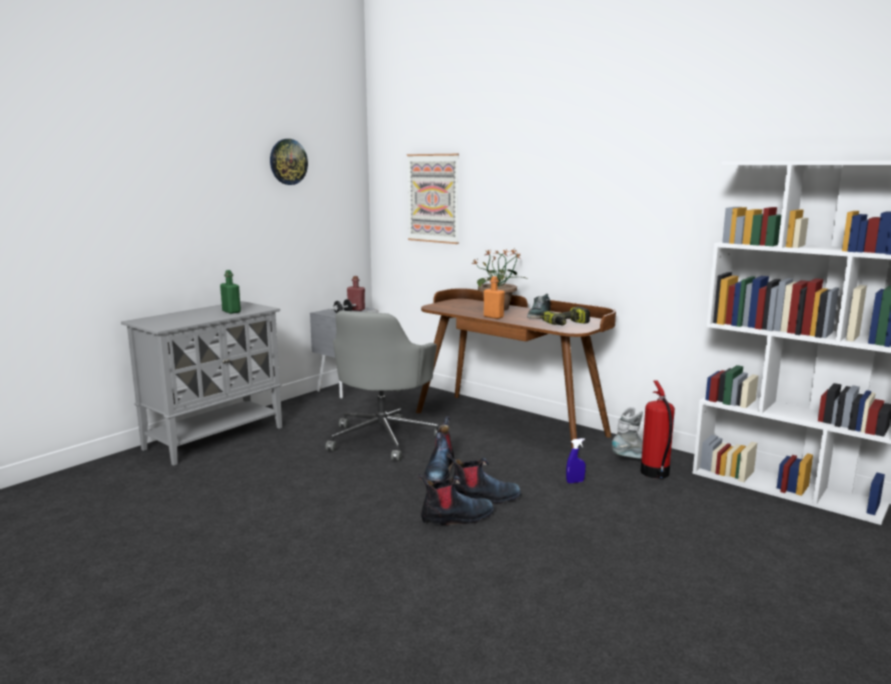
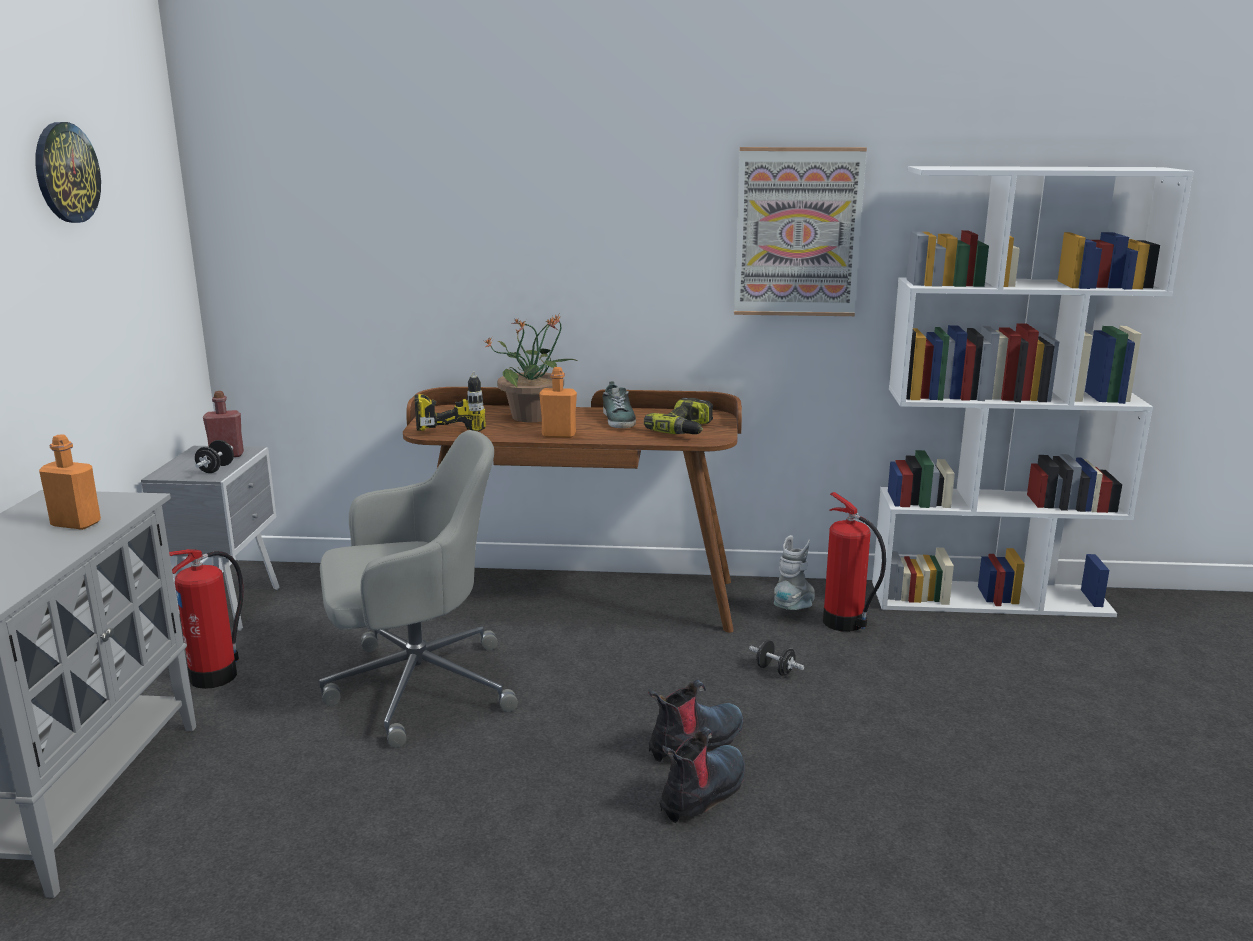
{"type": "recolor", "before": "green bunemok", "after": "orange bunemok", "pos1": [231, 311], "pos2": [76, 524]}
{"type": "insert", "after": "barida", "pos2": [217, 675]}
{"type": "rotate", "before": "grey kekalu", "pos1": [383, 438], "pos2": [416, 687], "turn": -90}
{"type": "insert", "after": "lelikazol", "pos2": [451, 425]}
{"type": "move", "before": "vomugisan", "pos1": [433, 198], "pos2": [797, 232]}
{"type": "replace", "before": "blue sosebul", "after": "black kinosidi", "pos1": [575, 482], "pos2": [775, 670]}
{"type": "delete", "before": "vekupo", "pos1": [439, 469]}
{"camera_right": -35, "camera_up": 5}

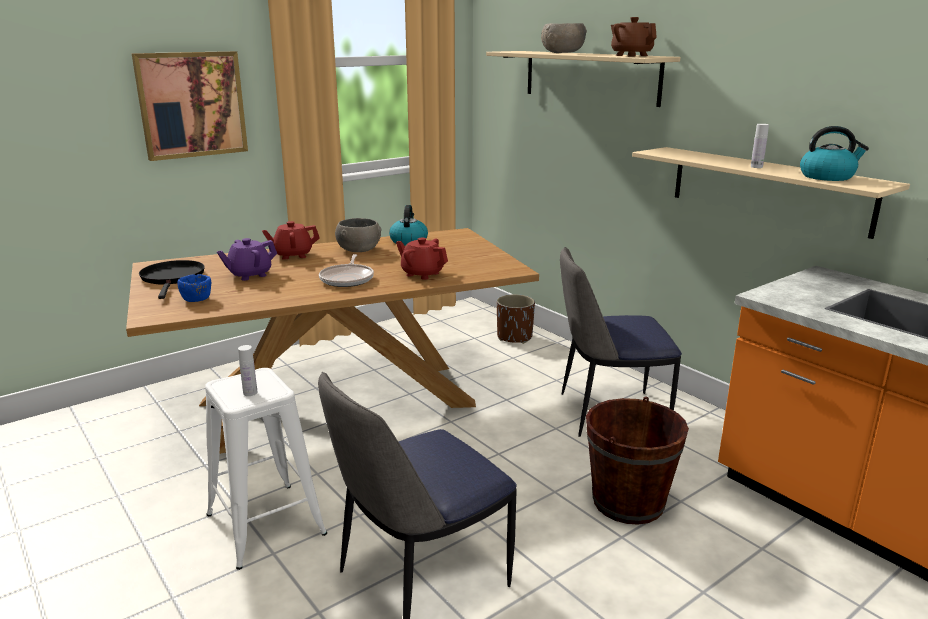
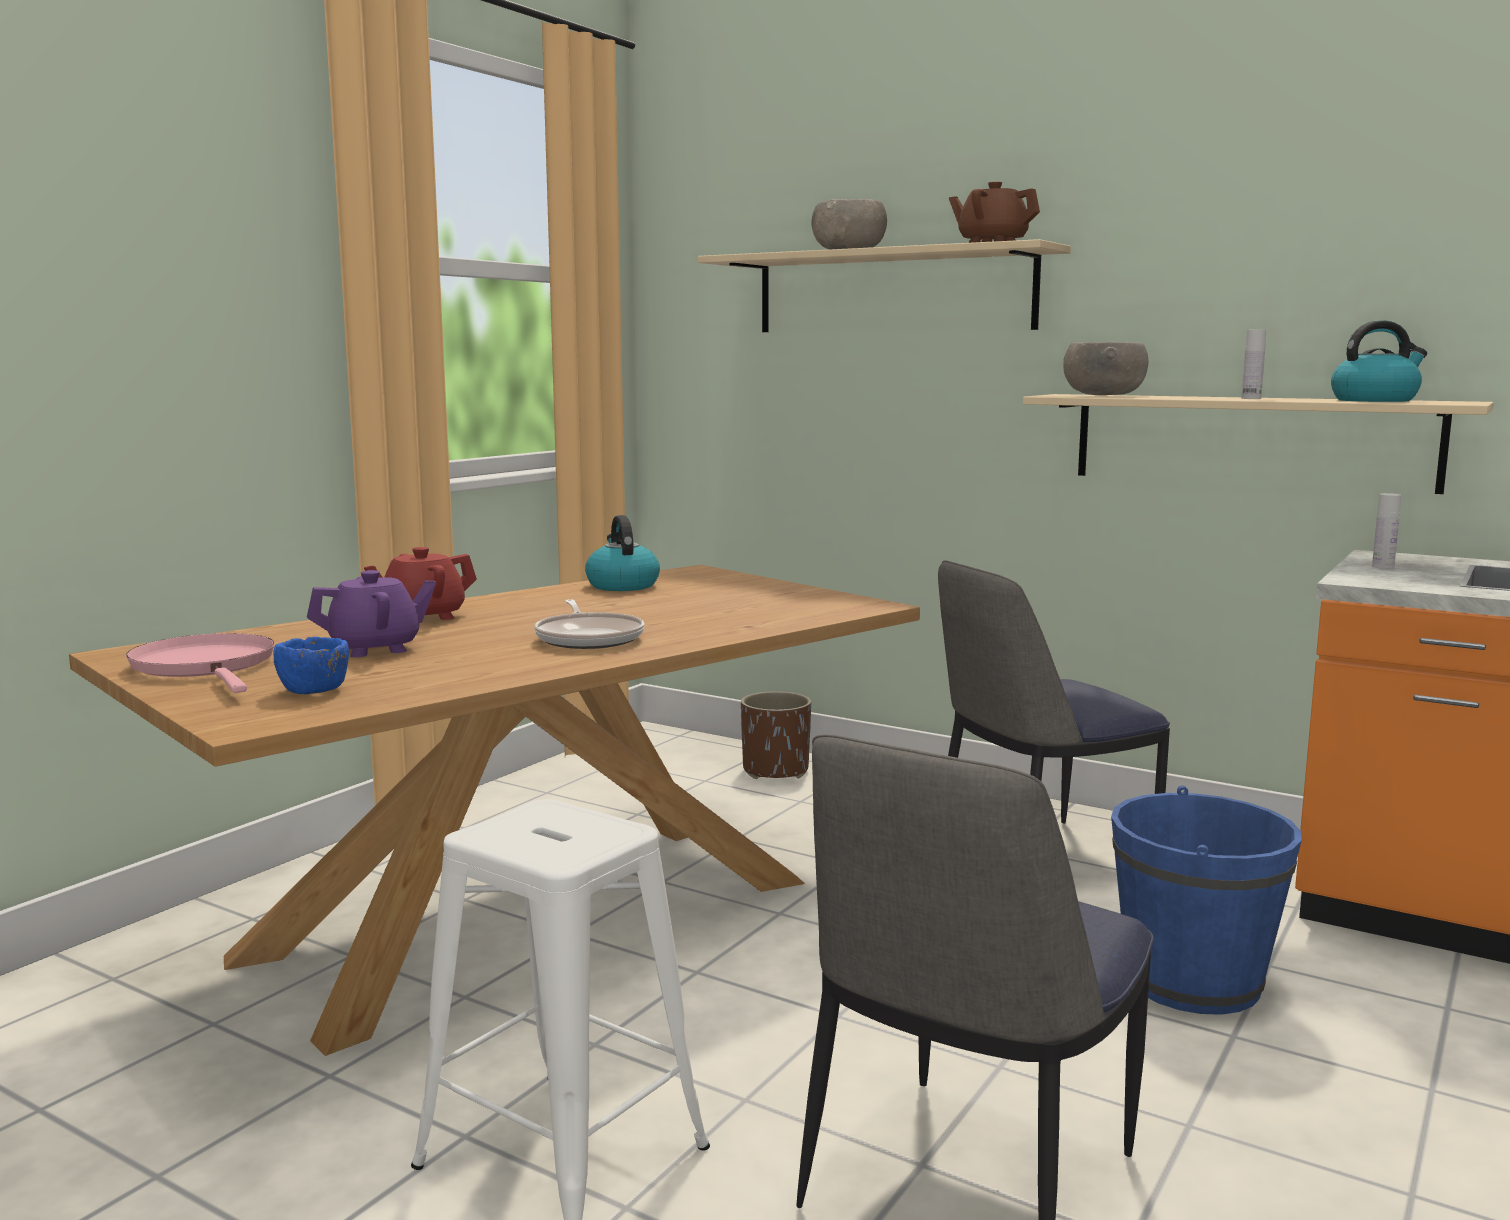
{"type": "recolor", "before": "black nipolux", "after": "pink nipolux", "pos1": [173, 278], "pos2": [206, 666]}
{"type": "rotate", "before": "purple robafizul", "pos1": [249, 275], "pos2": [375, 649], "turn": -150}
{"type": "move", "before": "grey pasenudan", "pos1": [358, 250], "pos2": [1103, 395]}
{"type": "recolor", "before": "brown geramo", "after": "blue geramo", "pos1": [628, 502], "pos2": [1192, 982]}
{"type": "move", "before": "white bunemok", "pos1": [250, 393], "pos2": [1383, 567]}
{"type": "delete", "before": "vomugisan", "pos1": [192, 104]}
{"type": "delete", "before": "red robafizul", "pos1": [422, 274]}
{"camera_right": -20, "camera_up": -10}

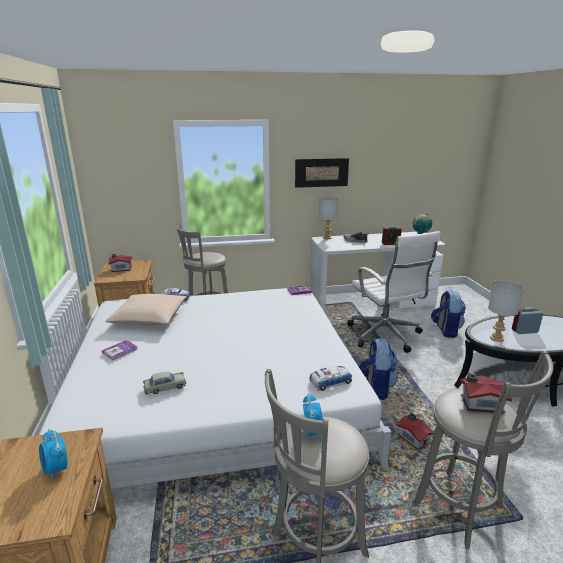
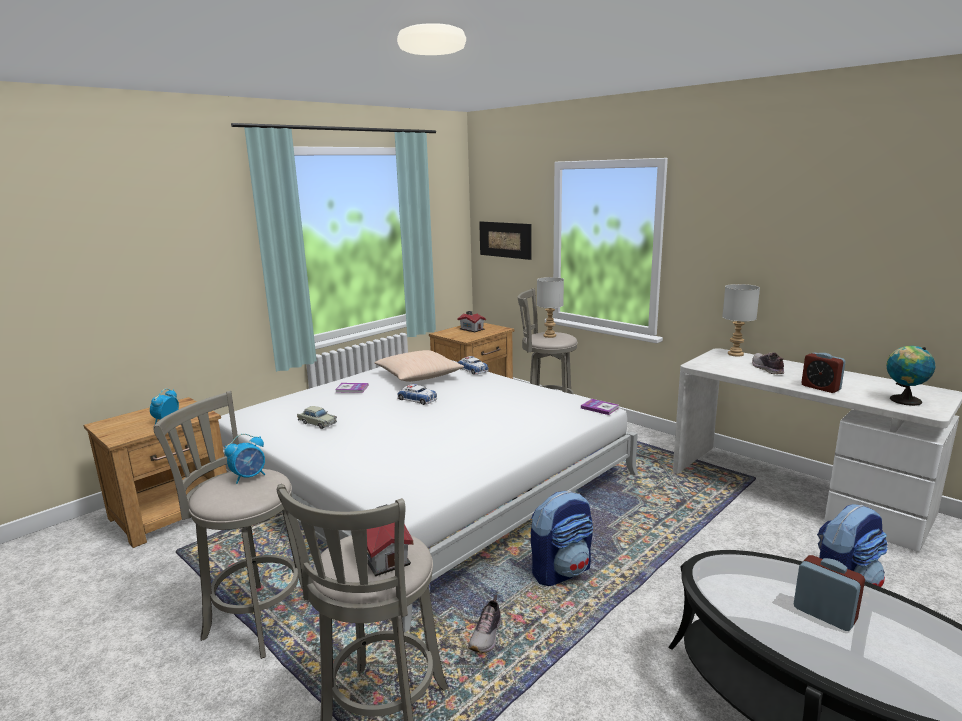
{"type": "move", "before": "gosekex", "pos1": [330, 381], "pos2": [417, 399]}
{"type": "replace", "before": "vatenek", "after": "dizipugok", "pos1": [413, 438], "pos2": [487, 636]}
{"type": "move", "before": "vomugisan", "pos1": [321, 172], "pos2": [505, 240]}
{"type": "move", "before": "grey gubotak", "pos1": [497, 338], "pos2": [550, 336]}
{"type": "delete", "before": "white kekalu", "pos1": [385, 336]}
{"camera_right": 55, "camera_up": -5}

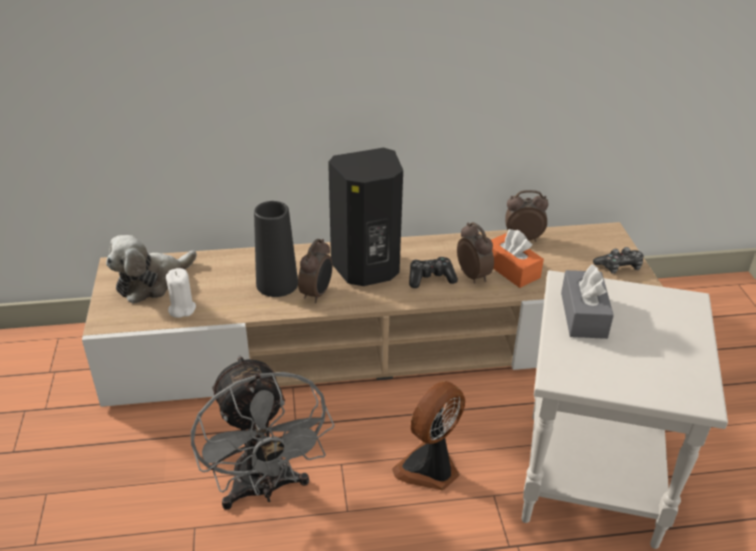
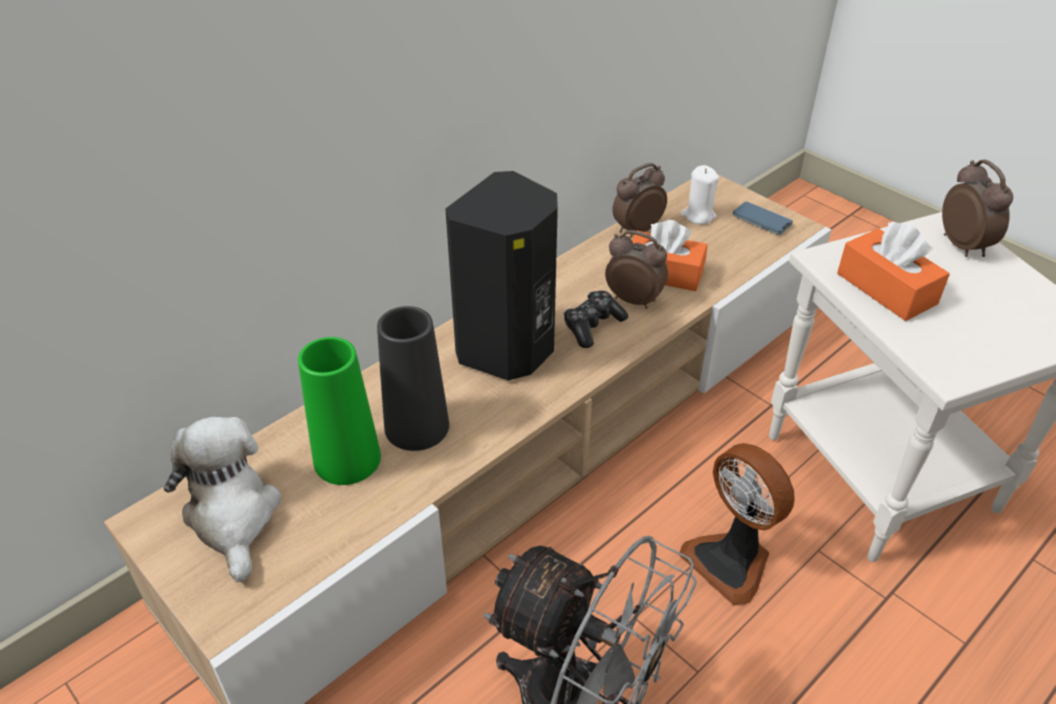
{"type": "rotate", "before": "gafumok", "pos1": [152, 282], "pos2": [232, 516], "turn": 150}
{"type": "insert", "after": "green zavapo", "pos2": [347, 459]}
{"type": "rotate", "before": "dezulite", "pos1": [430, 469], "pos2": [731, 561], "turn": -45}
{"type": "move", "before": "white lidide", "pos1": [182, 309], "pos2": [698, 215]}
{"type": "replace", "before": "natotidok", "after": "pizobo", "pos1": [619, 267], "pos2": [761, 221]}
{"type": "recolor", "before": "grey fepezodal", "after": "orange fepezodal", "pos1": [583, 315], "pos2": [886, 289]}
{"type": "move", "before": "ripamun", "pos1": [317, 293], "pos2": [964, 245]}
{"camera_right": -35, "camera_up": 5}

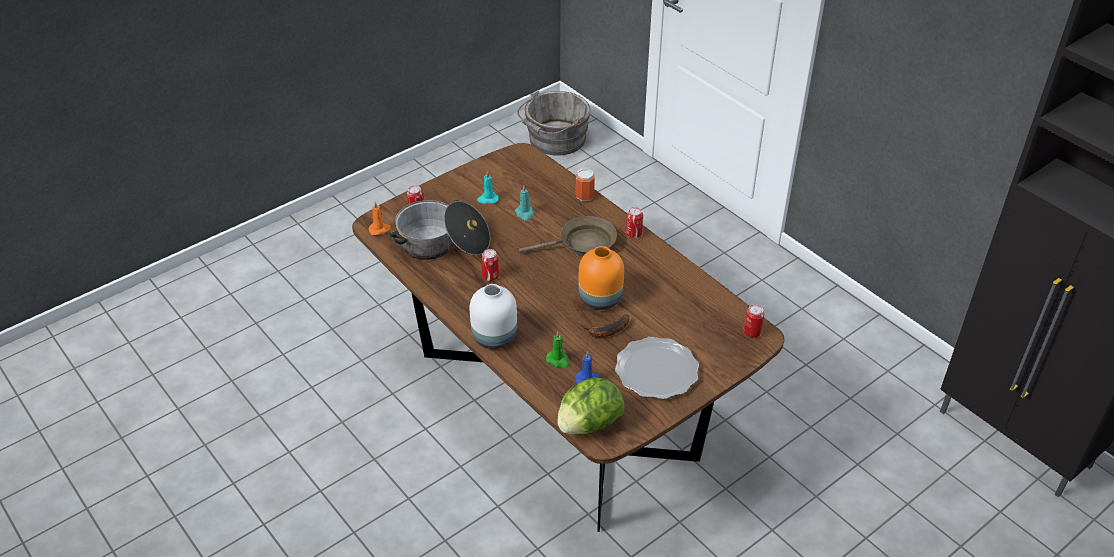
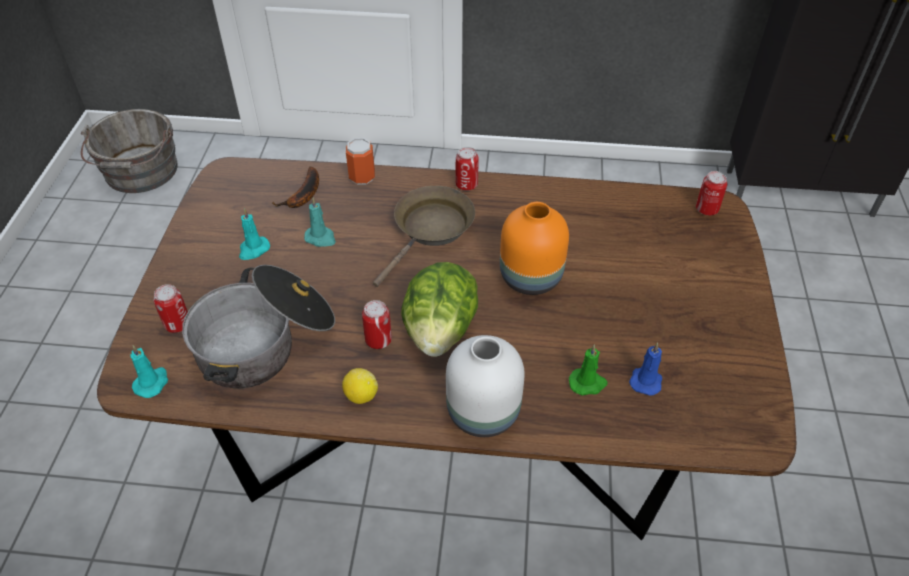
{"type": "recolor", "before": "orange lidide", "after": "turquoise lidide", "pos1": [380, 229], "pos2": [152, 382]}
{"type": "move", "before": "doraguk", "pos1": [606, 331], "pos2": [303, 195]}
{"type": "insert", "after": "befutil", "pos2": [361, 395]}
{"type": "move", "before": "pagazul", "pos1": [589, 424], "pos2": [440, 331]}
{"type": "delete", "before": "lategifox", "pos1": [656, 370]}
{"camera_right": -45, "camera_up": 5}

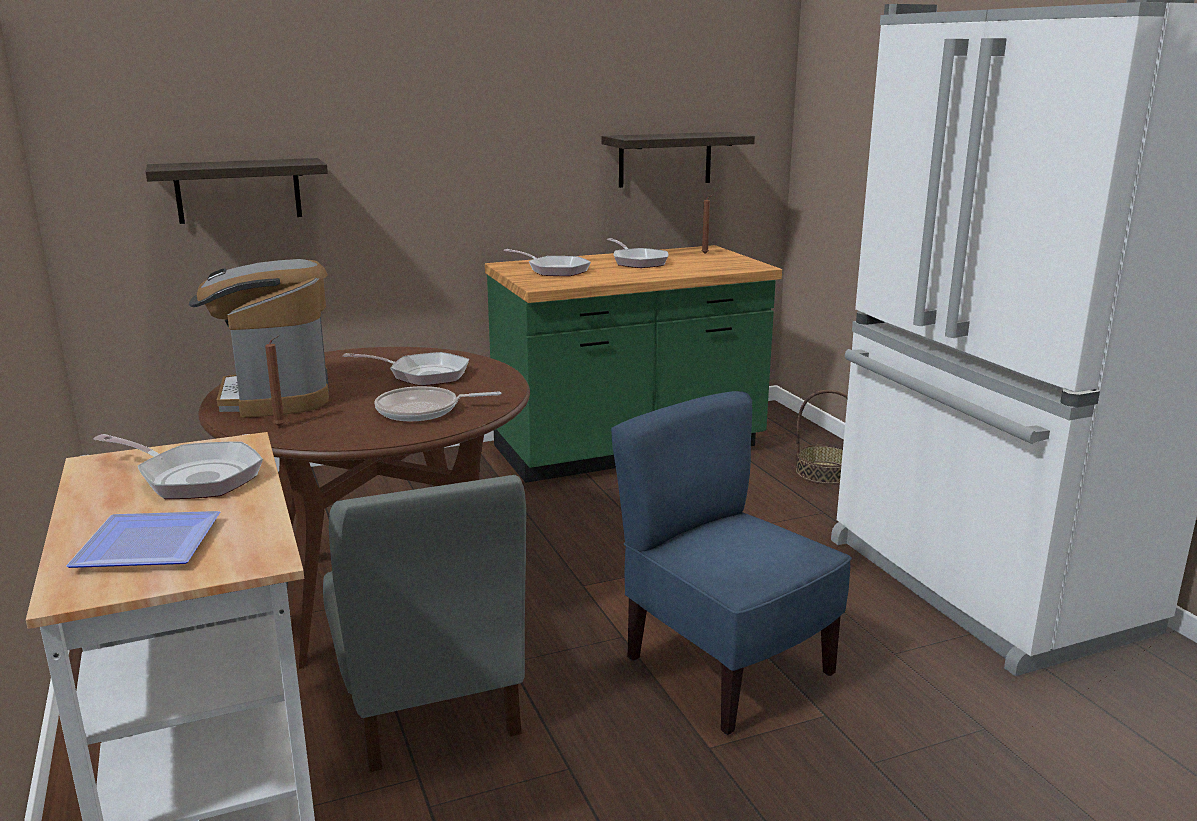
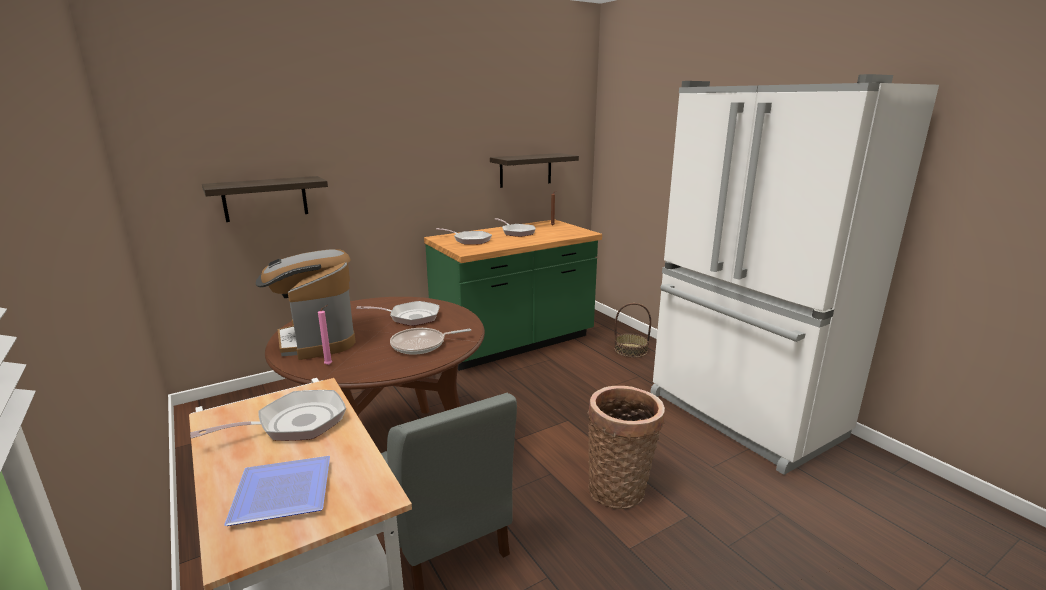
{"type": "rotate", "before": "nipolux", "pos1": [194, 477], "pos2": [295, 423], "turn": -45}
{"type": "recolor", "before": "brown lidide", "after": "pink lidide", "pos1": [281, 426], "pos2": [330, 365]}
{"type": "replace", "before": "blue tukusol", "after": "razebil", "pos1": [726, 668], "pos2": [620, 489]}
{"camera_right": -10, "camera_up": 0}

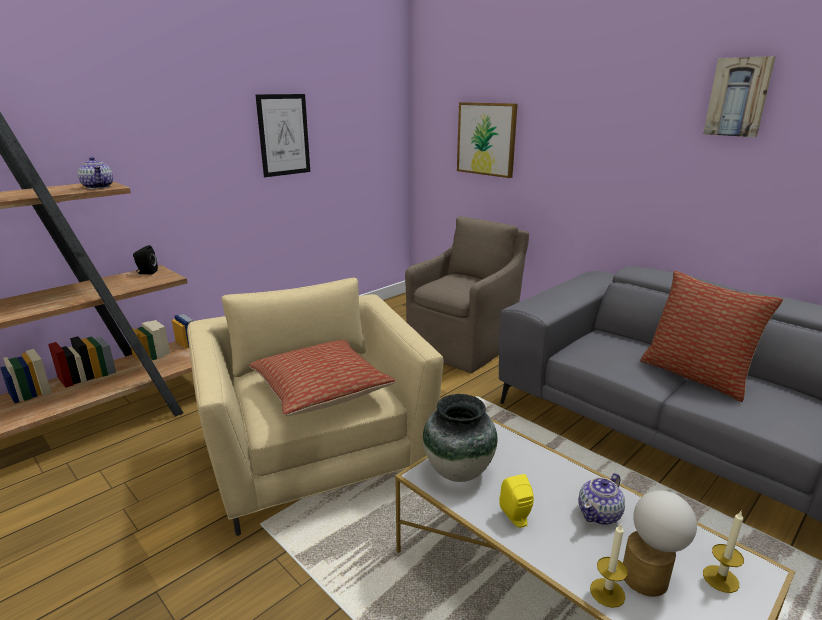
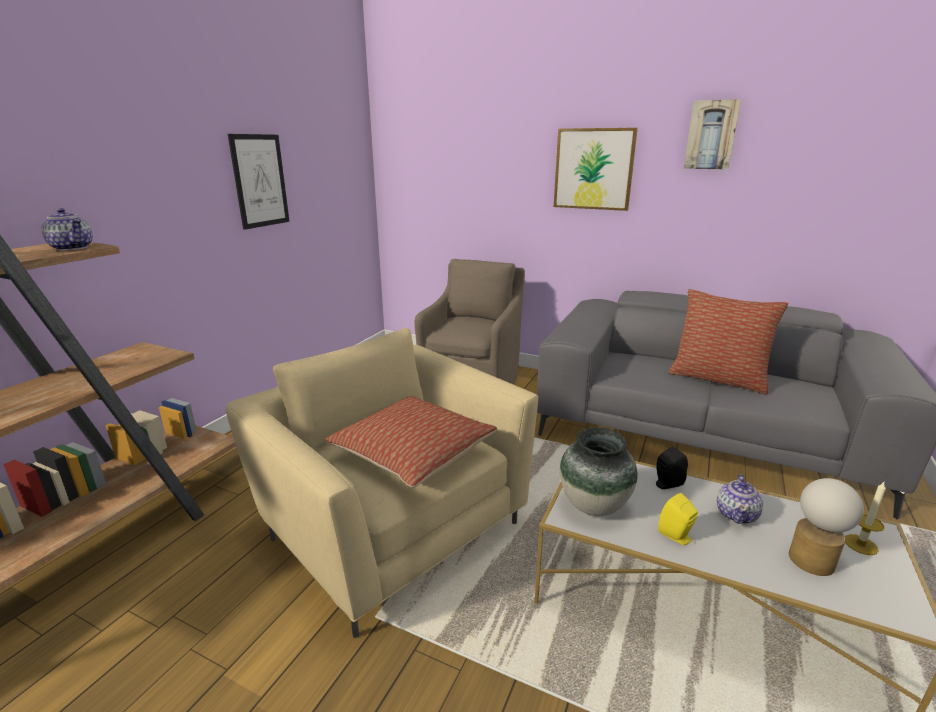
{"type": "move", "before": "vomugisan", "pos1": [486, 139], "pos2": [593, 169]}
{"type": "move", "before": "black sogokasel", "pos1": [146, 272], "pos2": [666, 484]}
{"type": "delete", "before": "lidide", "pos1": [607, 592]}
{"camera_right": -20, "camera_up": 0}

